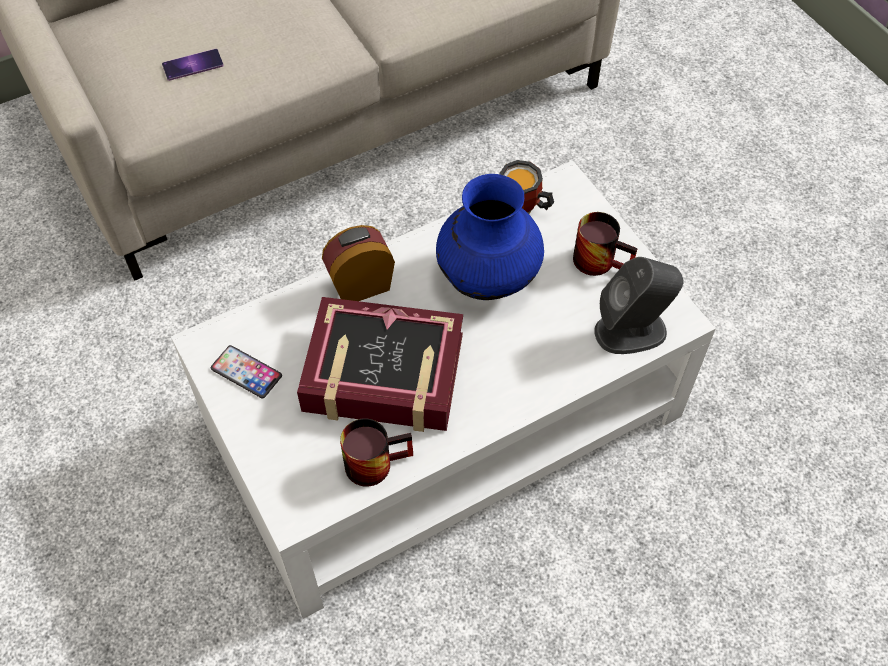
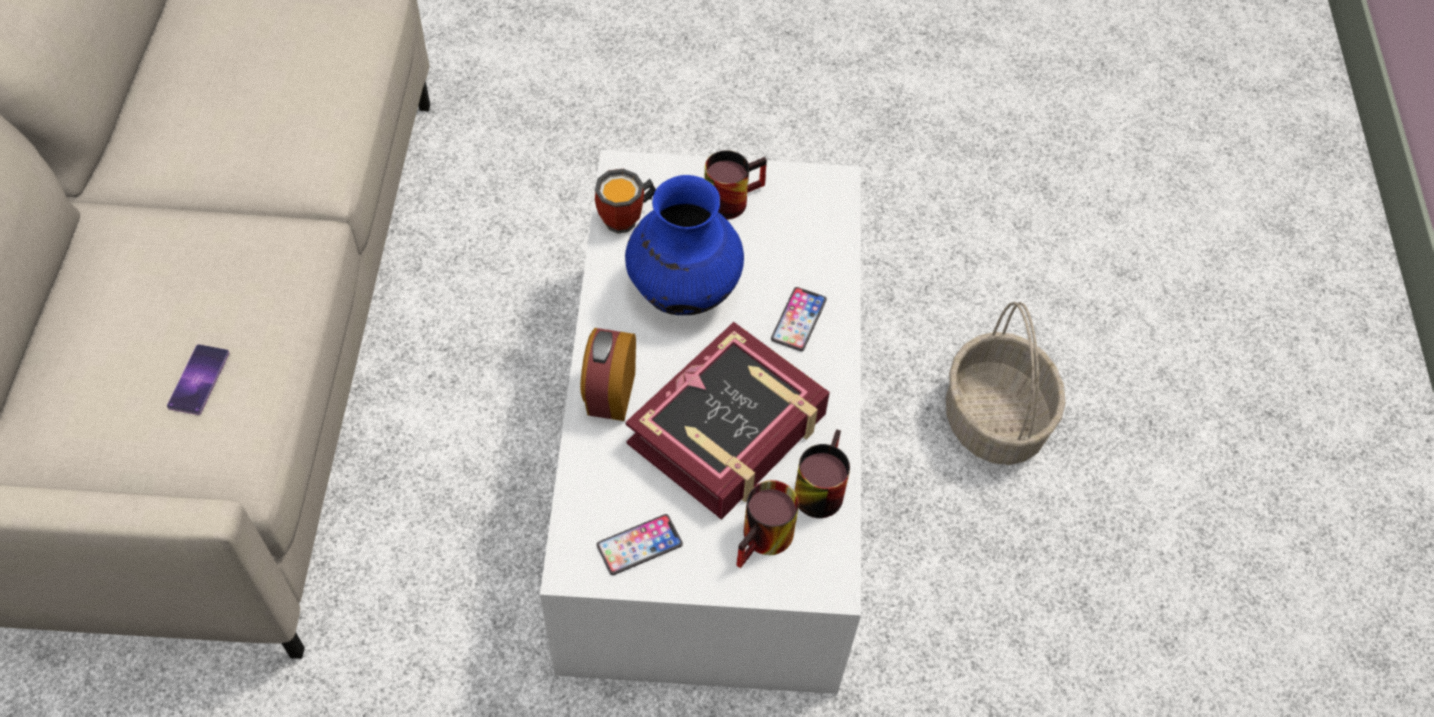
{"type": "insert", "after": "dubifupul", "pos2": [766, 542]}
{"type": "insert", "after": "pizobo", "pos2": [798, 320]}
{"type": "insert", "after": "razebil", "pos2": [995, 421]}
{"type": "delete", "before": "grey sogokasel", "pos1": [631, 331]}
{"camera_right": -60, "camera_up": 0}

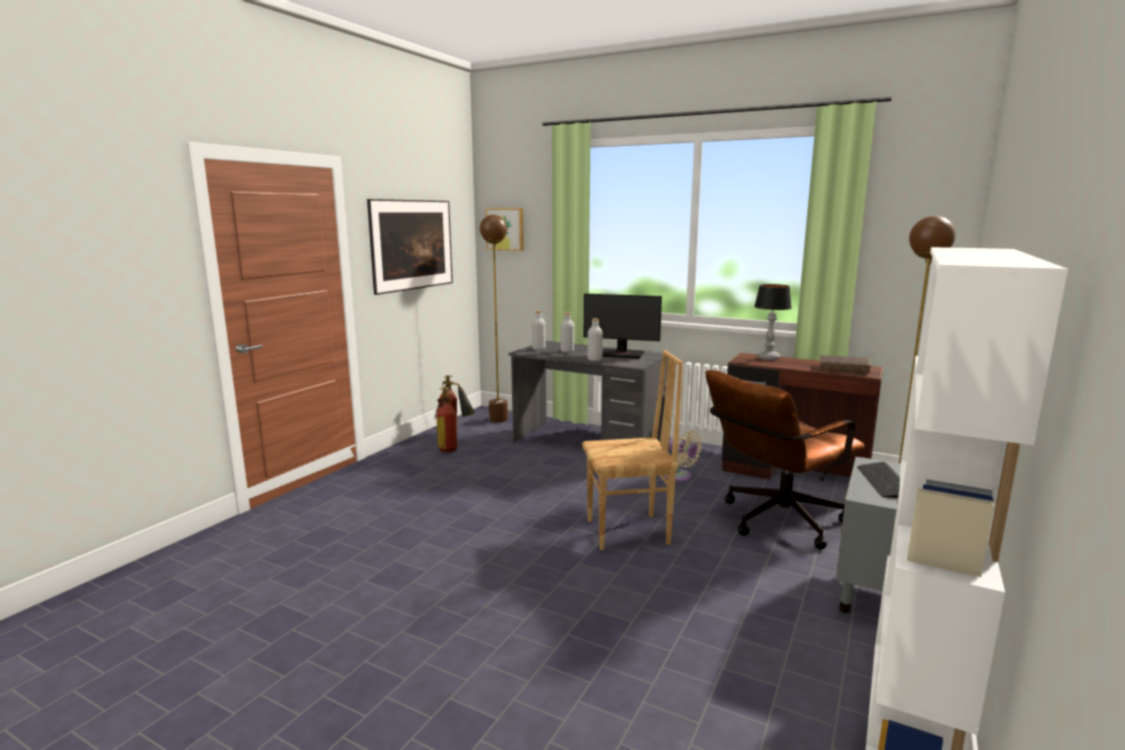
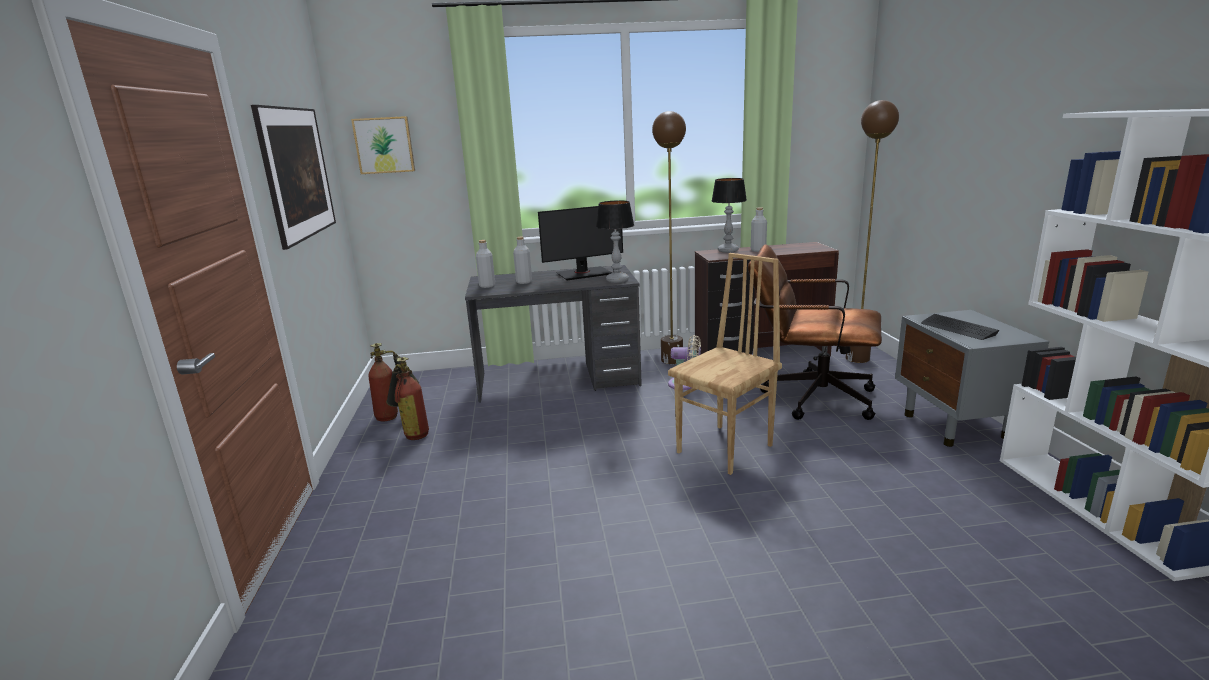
{"type": "insert", "after": "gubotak", "pos2": [618, 280]}
{"type": "move", "before": "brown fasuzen", "pos1": [498, 419], "pos2": [672, 360]}
{"type": "rotate", "before": "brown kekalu", "pos1": [774, 522], "pos2": [809, 397], "turn": 90}
{"type": "move", "before": "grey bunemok", "pos1": [594, 359], "pos2": [758, 250]}
{"type": "delete", "before": "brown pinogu", "pos1": [843, 370]}
{"camera_right": -35, "camera_up": 5}

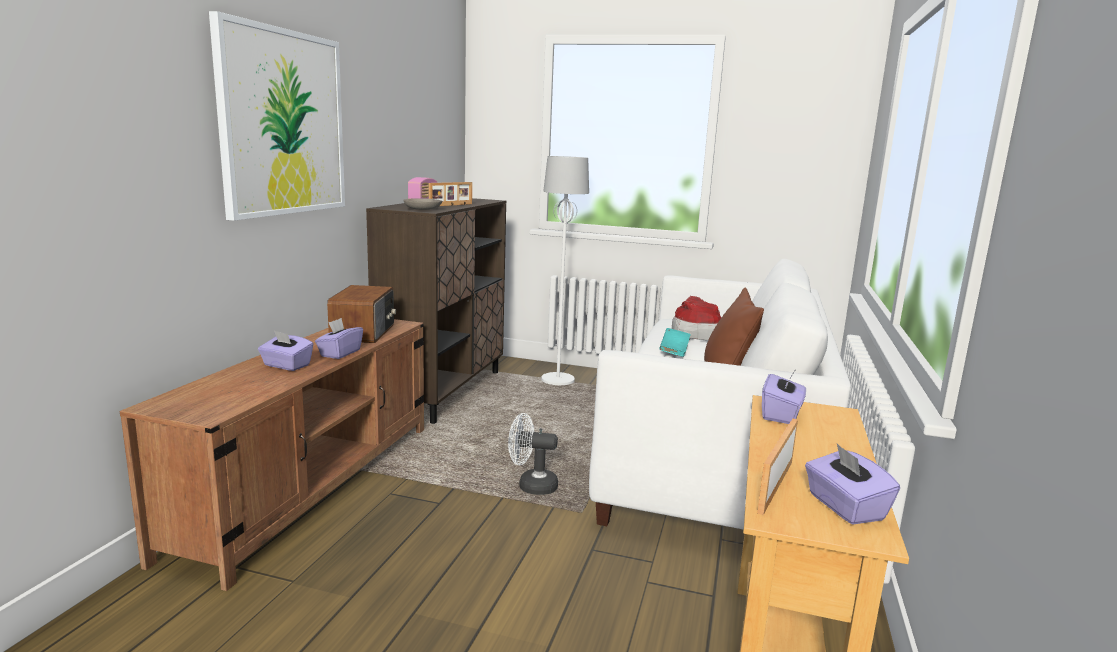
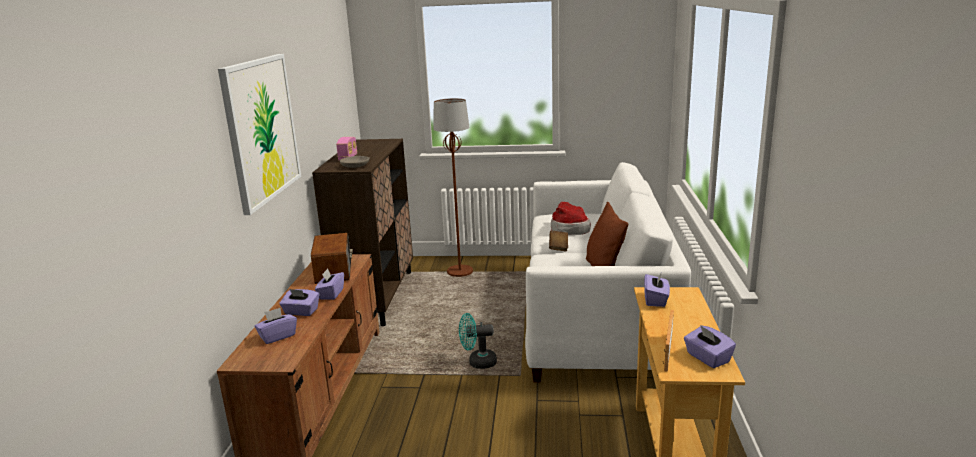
{"type": "insert", "after": "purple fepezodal", "pos2": [277, 336]}
{"type": "recolor", "before": "white fasuzen", "after": "brown fasuzen", "pos1": [558, 380], "pos2": [460, 272]}
{"type": "recolor", "before": "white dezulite", "after": "turquoise dezulite", "pos1": [531, 486], "pos2": [477, 362]}
{"type": "recolor", "before": "turquoise pinogu", "after": "brown pinogu", "pos1": [674, 351], "pos2": [558, 247]}
{"type": "delete", "before": "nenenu", "pos1": [451, 205]}
{"camera_right": -10, "camera_up": 5}

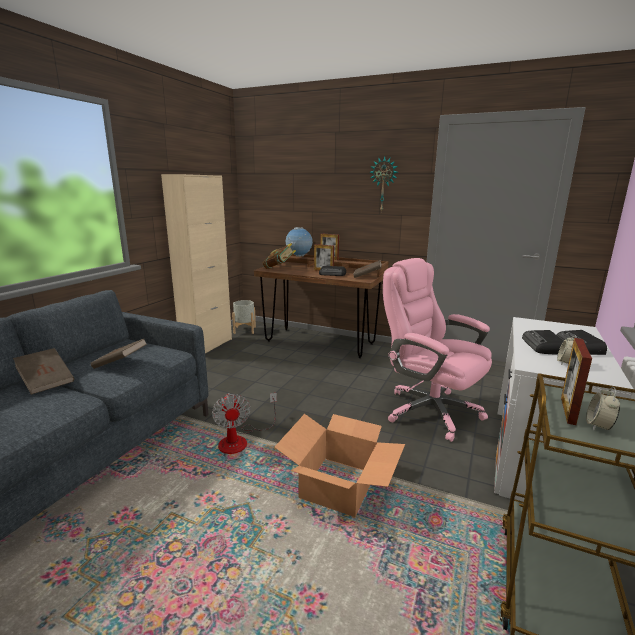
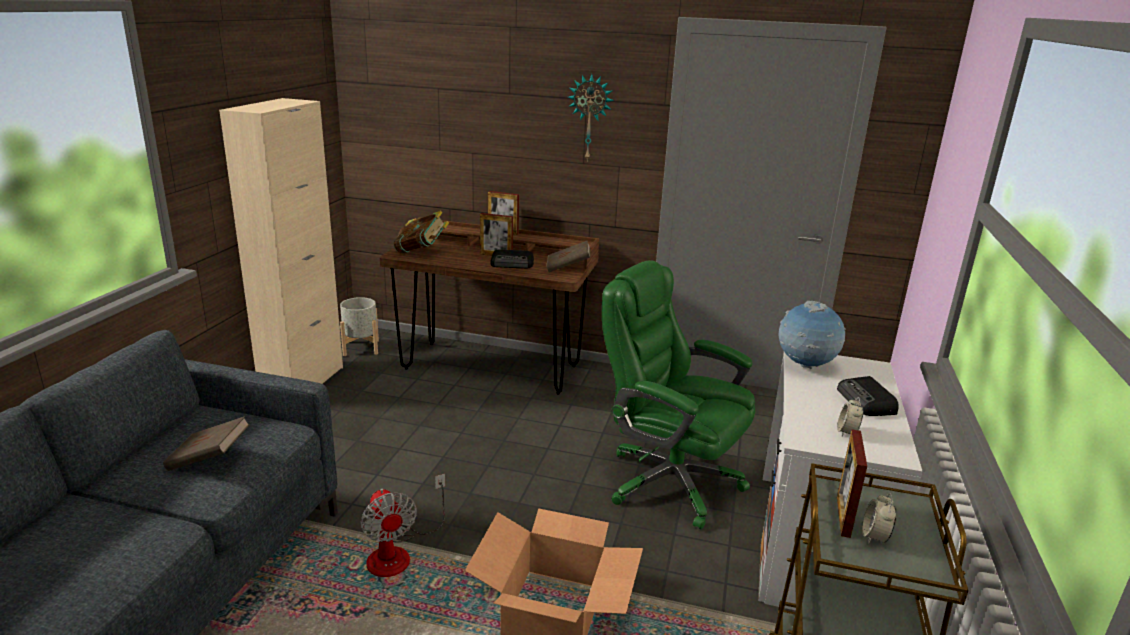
{"type": "recolor", "before": "pink kekalu", "after": "green kekalu", "pos1": [430, 410], "pos2": [669, 481]}
{"type": "move", "before": "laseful", "pos1": [299, 256], "pos2": [805, 366]}
{"type": "delete", "before": "brown pinogu", "pos1": [46, 381]}
{"type": "delete", "before": "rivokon", "pos1": [543, 346]}
{"camera_right": -10, "camera_up": 5}

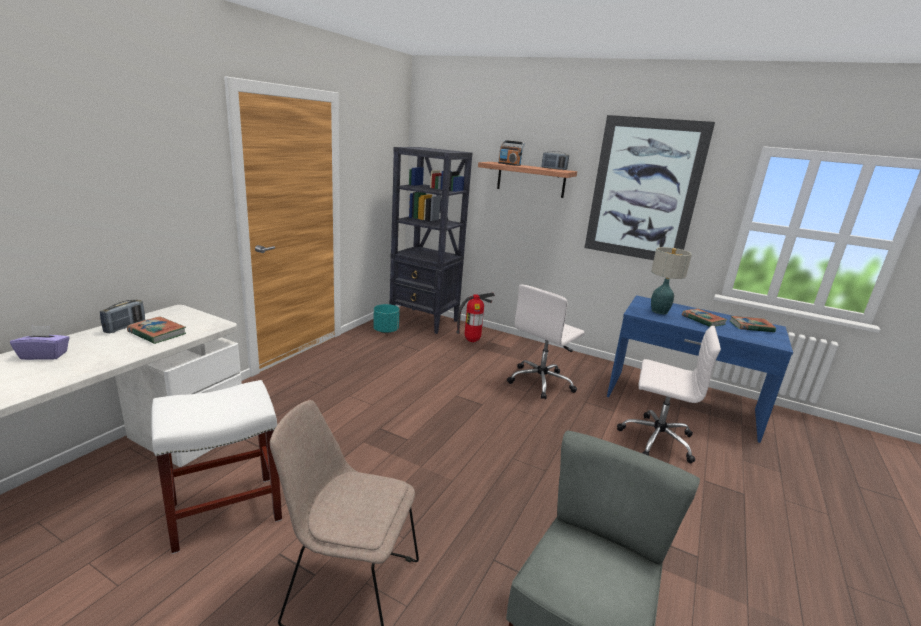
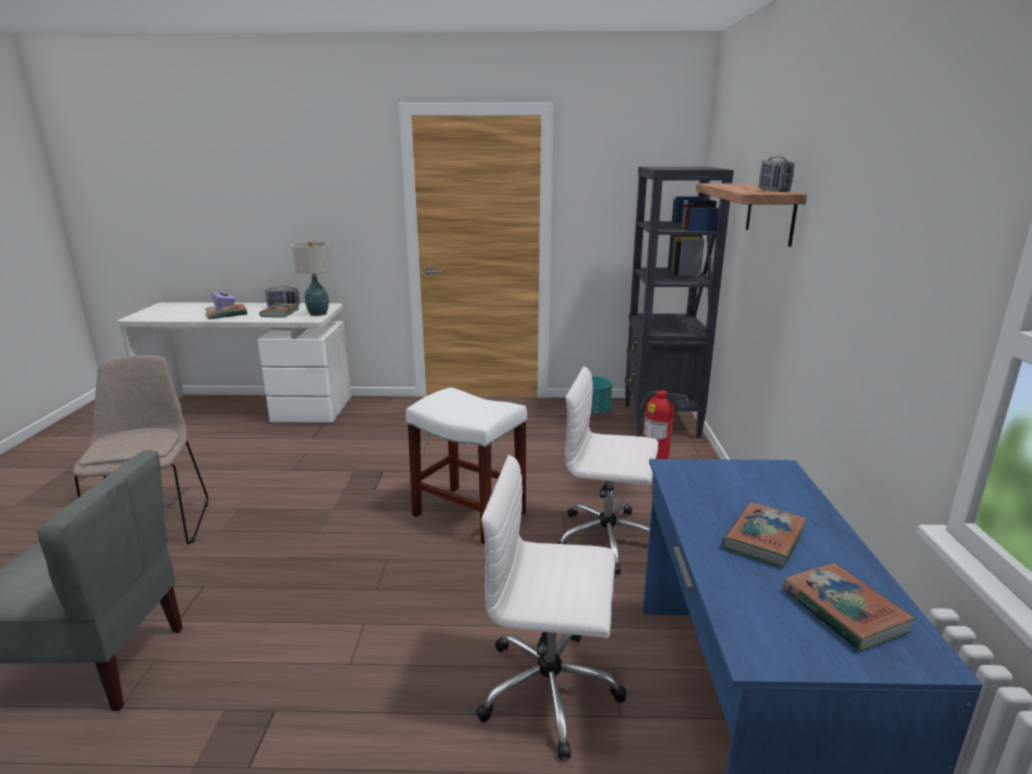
{"type": "insert", "after": "pinogu", "pos2": [226, 314]}
{"type": "move", "before": "gubotak", "pos1": [659, 311], "pos2": [317, 314]}
{"type": "move", "before": "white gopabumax", "pos1": [224, 512], "pos2": [468, 515]}
{"type": "rotate", "before": "white kekalu", "pos1": [655, 439], "pos2": [551, 690], "turn": 105}
{"type": "delete", "before": "rivokon", "pos1": [509, 164]}
{"type": "delete", "before": "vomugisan", "pos1": [644, 190]}
{"camera_right": 65, "camera_up": 0}

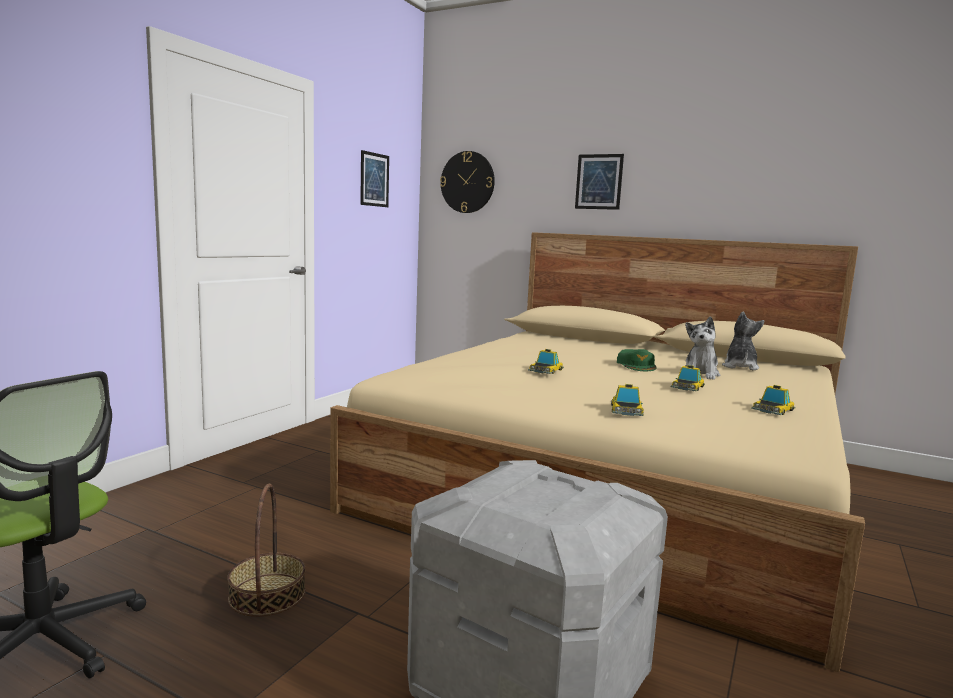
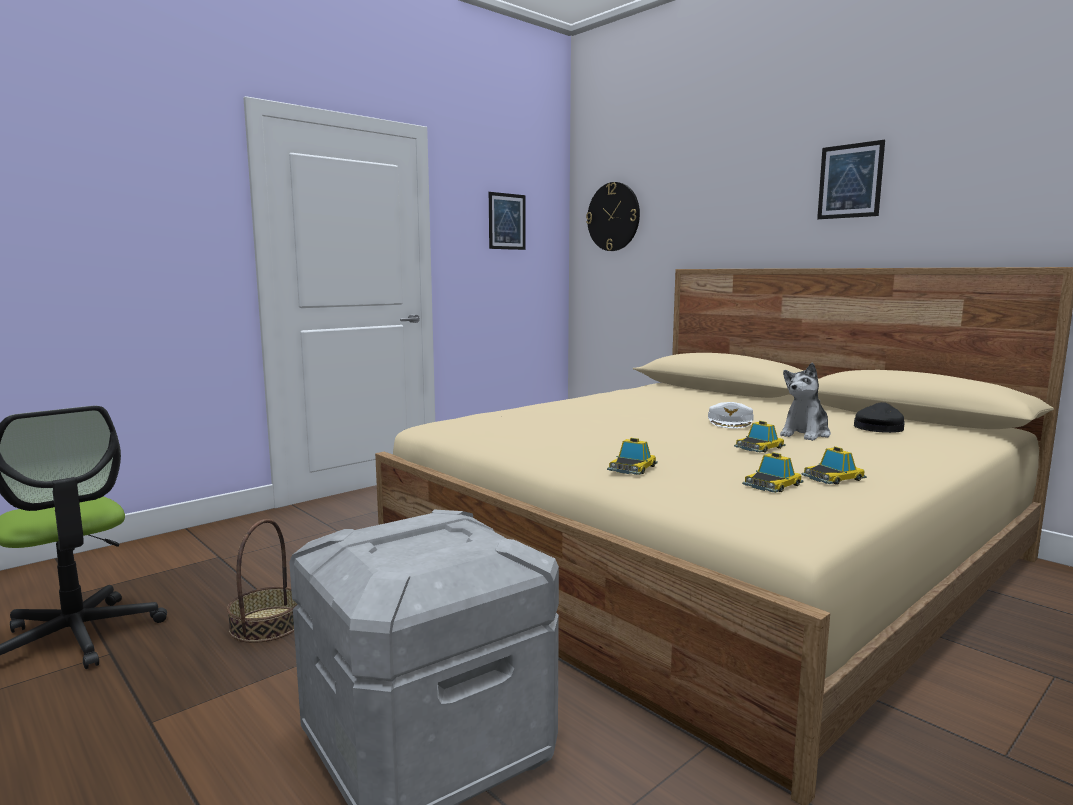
{"type": "recolor", "before": "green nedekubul", "after": "white nedekubul", "pos1": [636, 365], "pos2": [730, 422]}
{"type": "move", "before": "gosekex", "pos1": [546, 370], "pos2": [772, 484]}
{"type": "move", "before": "vomugisan", "pos1": [599, 181], "pos2": [850, 181]}
{"type": "replace", "before": "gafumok", "after": "black nedekubul", "pos1": [739, 367], "pos2": [878, 427]}
{"camera_right": 20, "camera_up": 0}

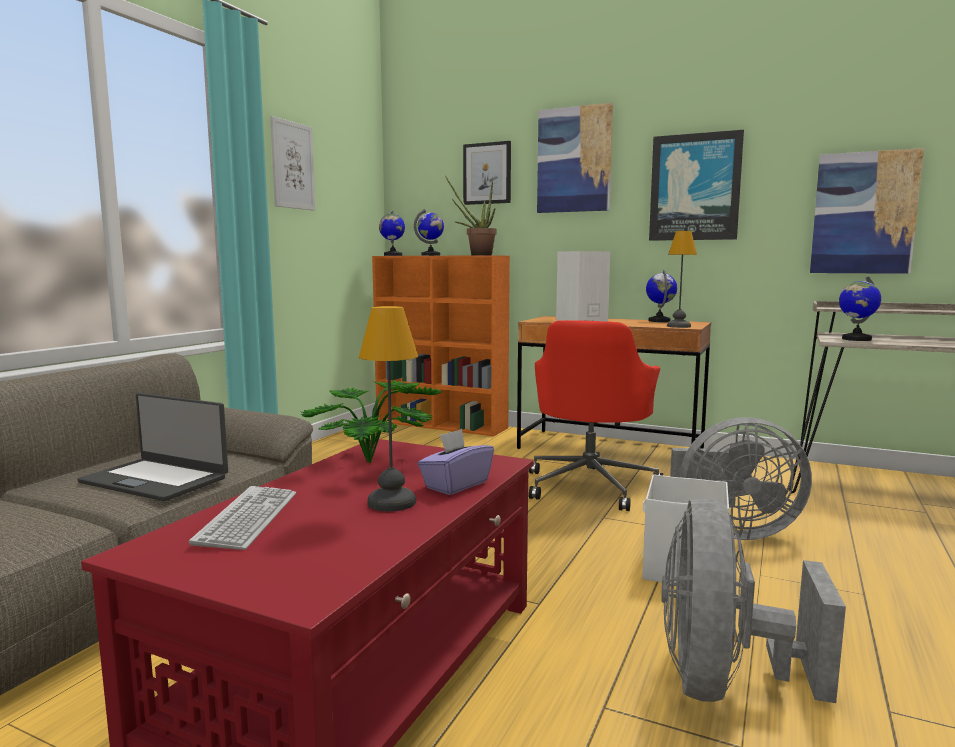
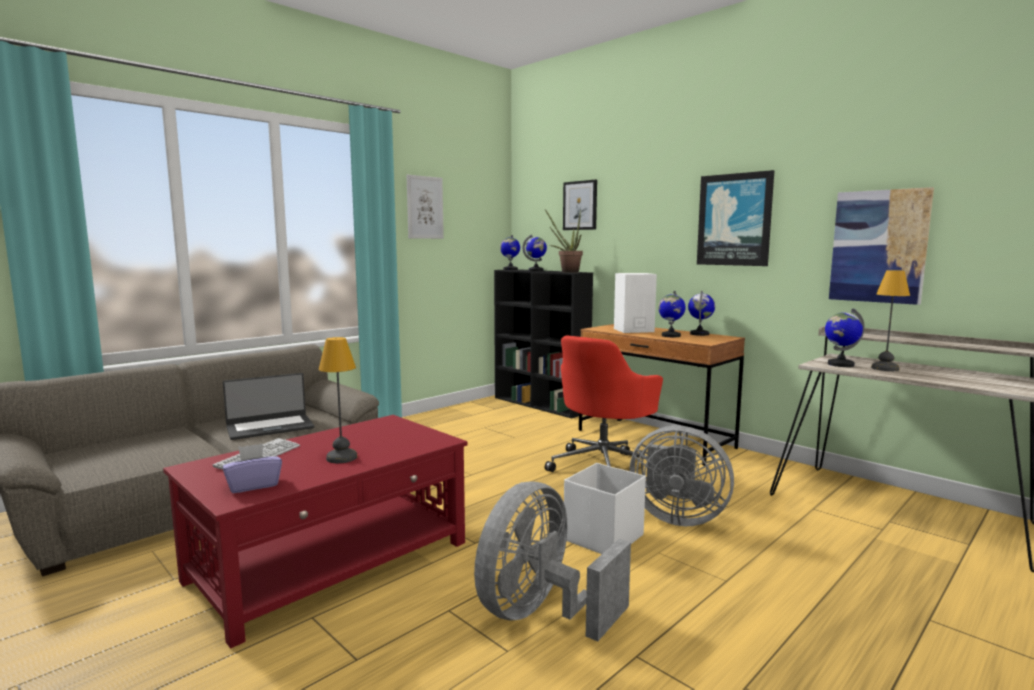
{"type": "rotate", "before": "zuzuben", "pos1": [156, 479], "pos2": [270, 427], "turn": -75}
{"type": "move", "before": "purple fepezodal", "pos1": [456, 485], "pos2": [253, 485]}
{"type": "recolor", "before": "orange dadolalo", "after": "black dadolalo", "pos1": [442, 425], "pos2": [541, 405]}
{"type": "insert", "after": "laseful", "pos2": [670, 336]}
{"type": "move", "before": "gubotak", "pos1": [679, 326], "pos2": [885, 369]}
{"type": "delete", "before": "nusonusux", "pos1": [377, 463]}
{"type": "delete", "before": "vomugisan", "pos1": [574, 160]}
{"camera_right": 20, "camera_up": 0}

